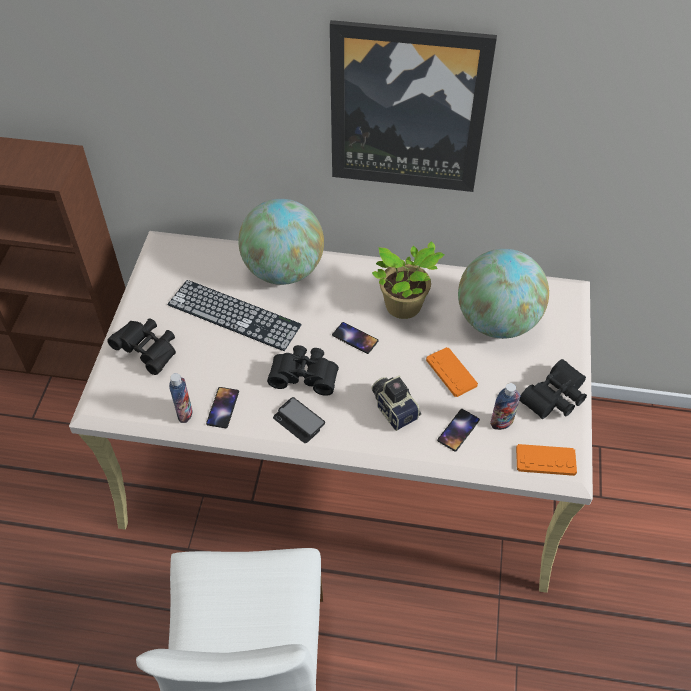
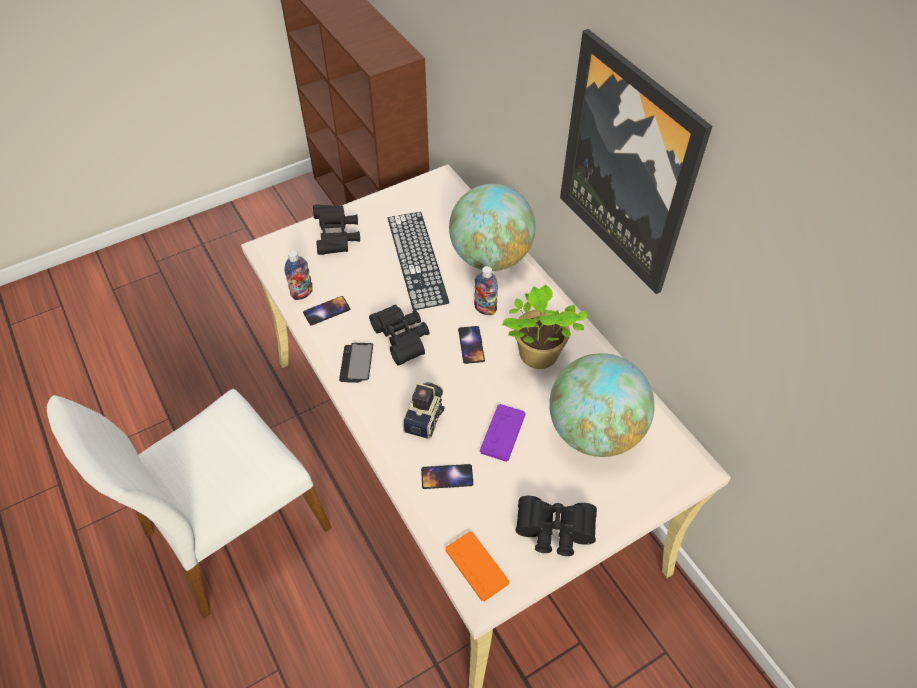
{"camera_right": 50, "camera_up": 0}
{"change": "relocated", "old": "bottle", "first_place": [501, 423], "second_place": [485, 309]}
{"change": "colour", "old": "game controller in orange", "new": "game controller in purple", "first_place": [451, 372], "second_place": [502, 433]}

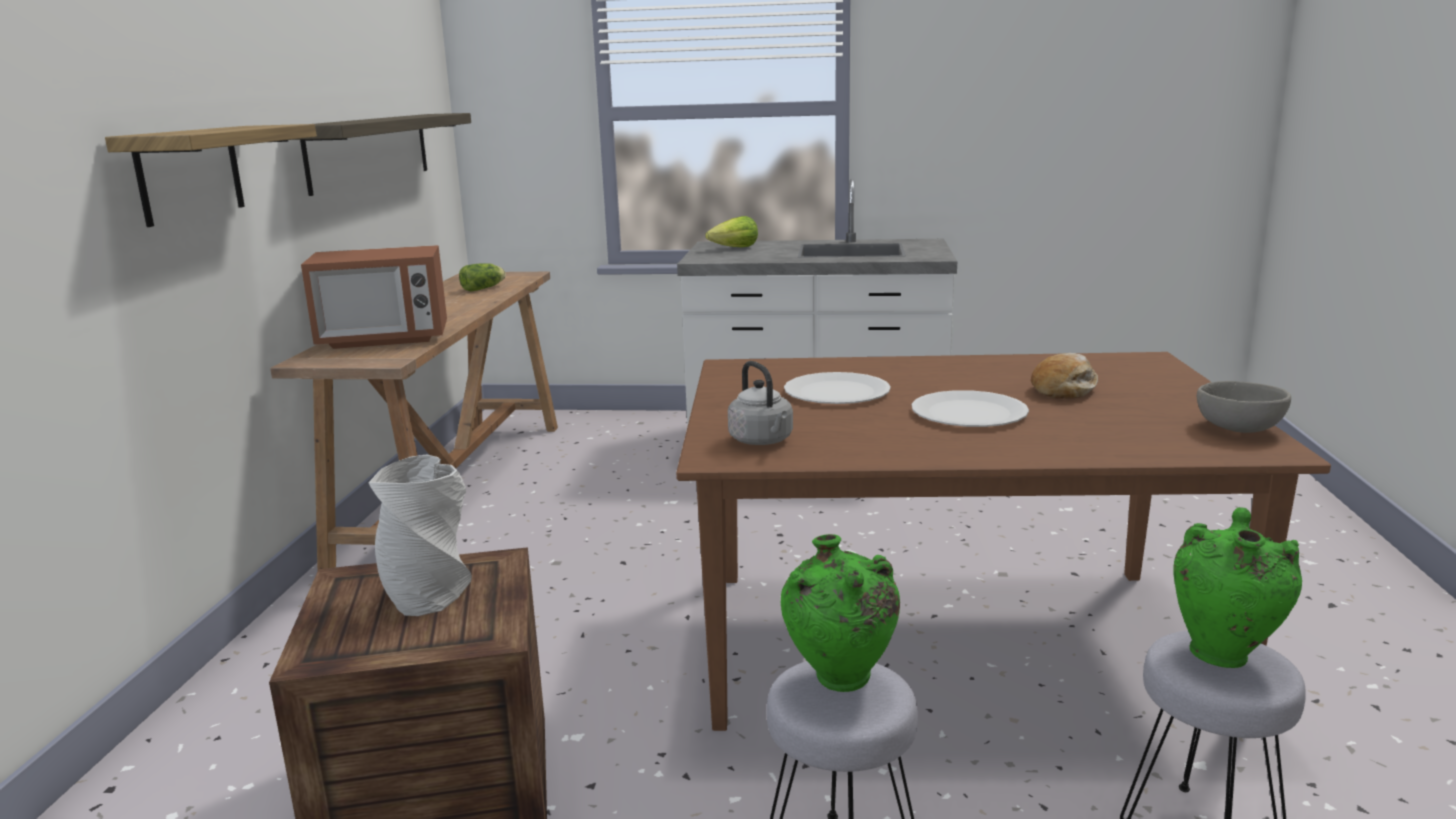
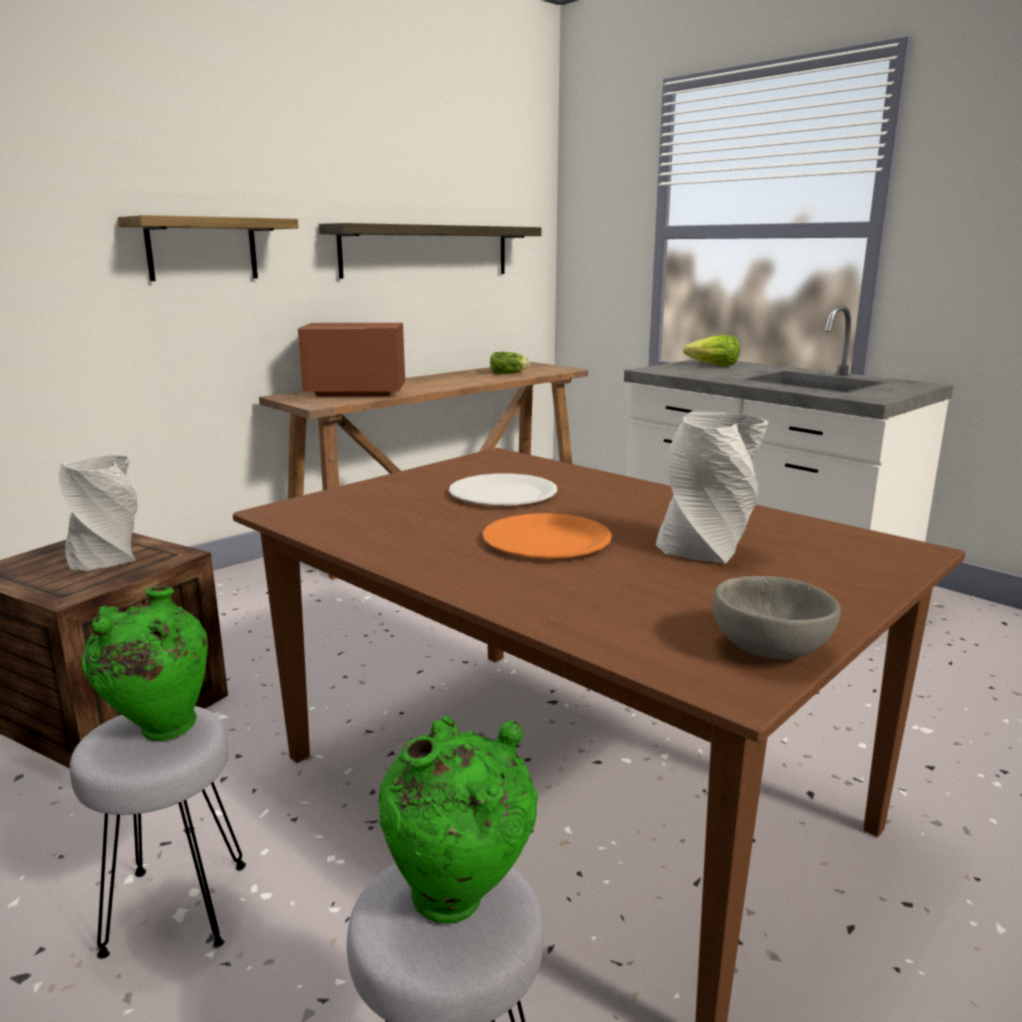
{"camera_right": 40, "camera_up": 0}
{"change": "missing", "old": "kettle in grey", "first_place": [762, 441]}
{"change": "exchanged", "old": "bread", "new": "vase in grey", "first_place": [1064, 389], "second_place": [706, 549]}
{"change": "colour", "old": "plate in white", "new": "plate in orange", "first_place": [968, 413], "second_place": [546, 540]}
{"change": "spun", "old": "microwave", "first_place": [384, 339], "second_place": [356, 392], "degrees": 150}

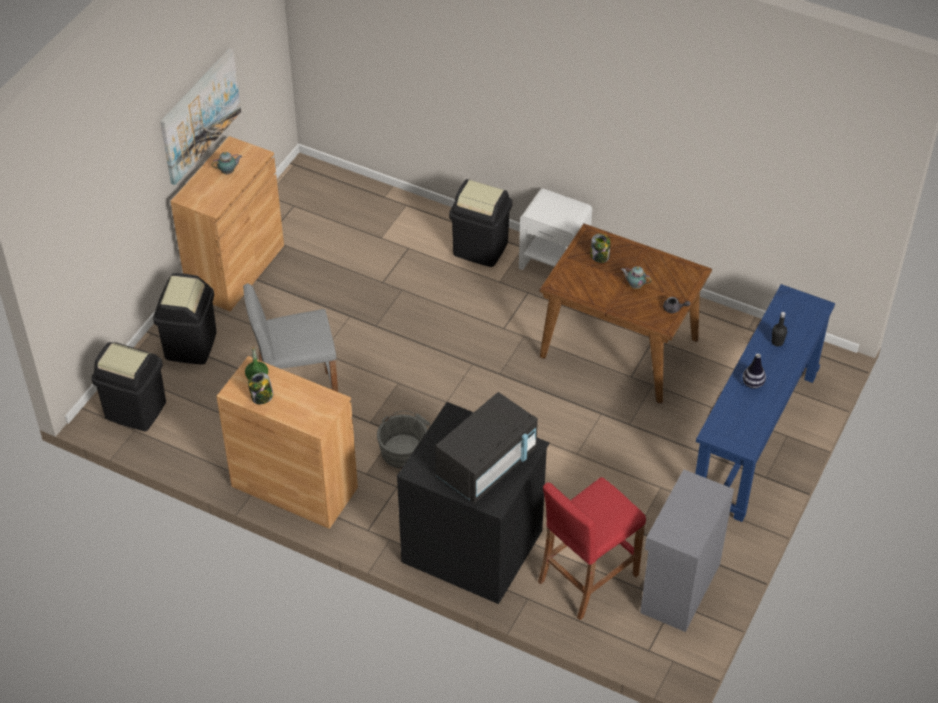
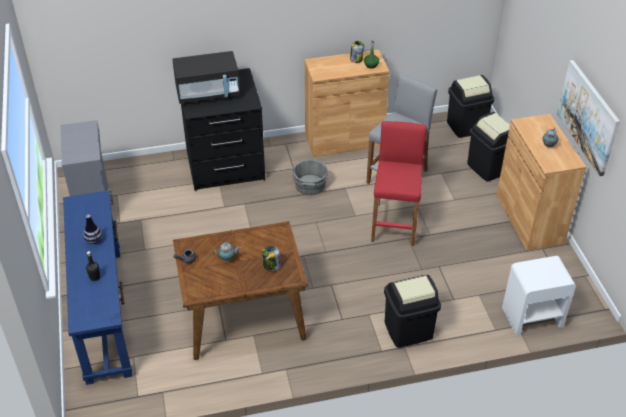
{"camera_right": 140, "camera_up": -5}
{"change": "relocated", "old": "nightstand in white", "first_place": [554, 264], "second_place": [531, 317]}
{"change": "relocated", "old": "stool in red", "first_place": [587, 578], "second_place": [395, 224]}
{"change": "spun", "old": "microwave in black", "first_place": [486, 465], "second_place": [208, 93], "degrees": -105}

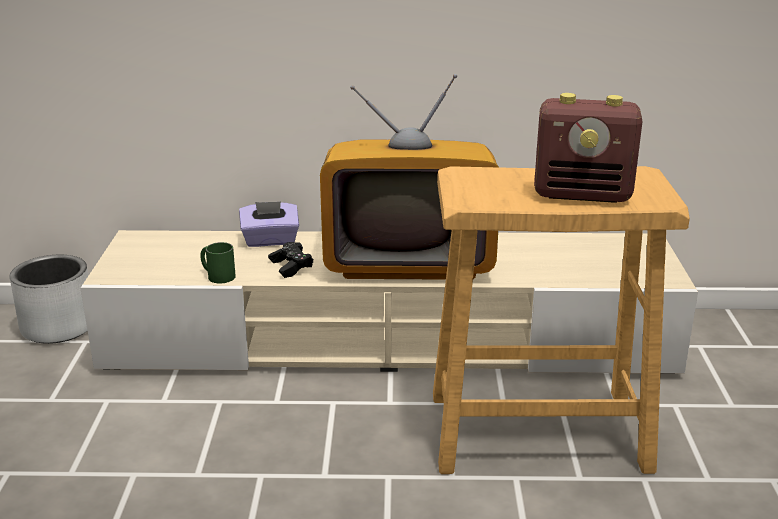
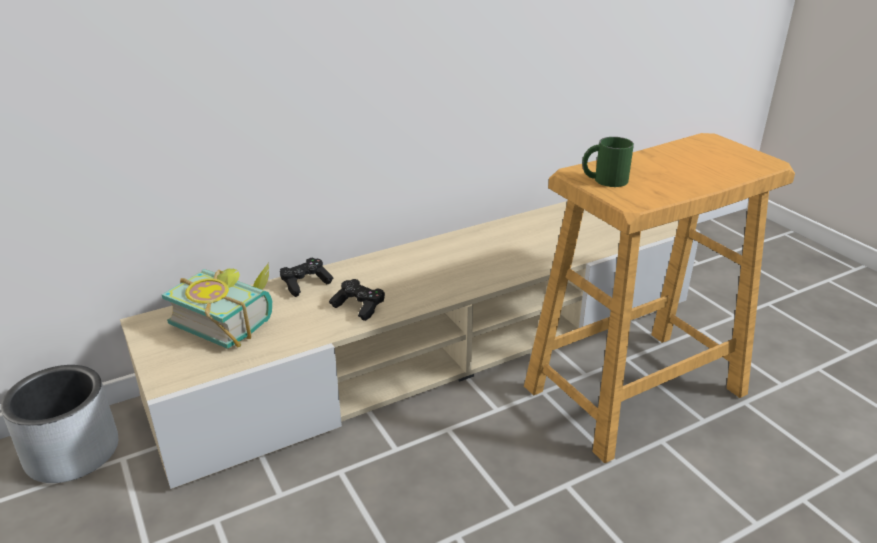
{"camera_right": -30, "camera_up": 5}
{"change": "missing", "old": "television", "first_place": [409, 258]}
{"change": "missing", "old": "radio", "first_place": [583, 195]}
{"change": "appeared", "new": "book", "second_place": [229, 319]}
{"change": "relocated", "old": "mug in green", "first_place": [217, 275], "second_place": [604, 180]}
{"change": "exchanged", "old": "tissue box in purple", "new": "game controller in black", "first_place": [270, 241], "second_place": [306, 284]}

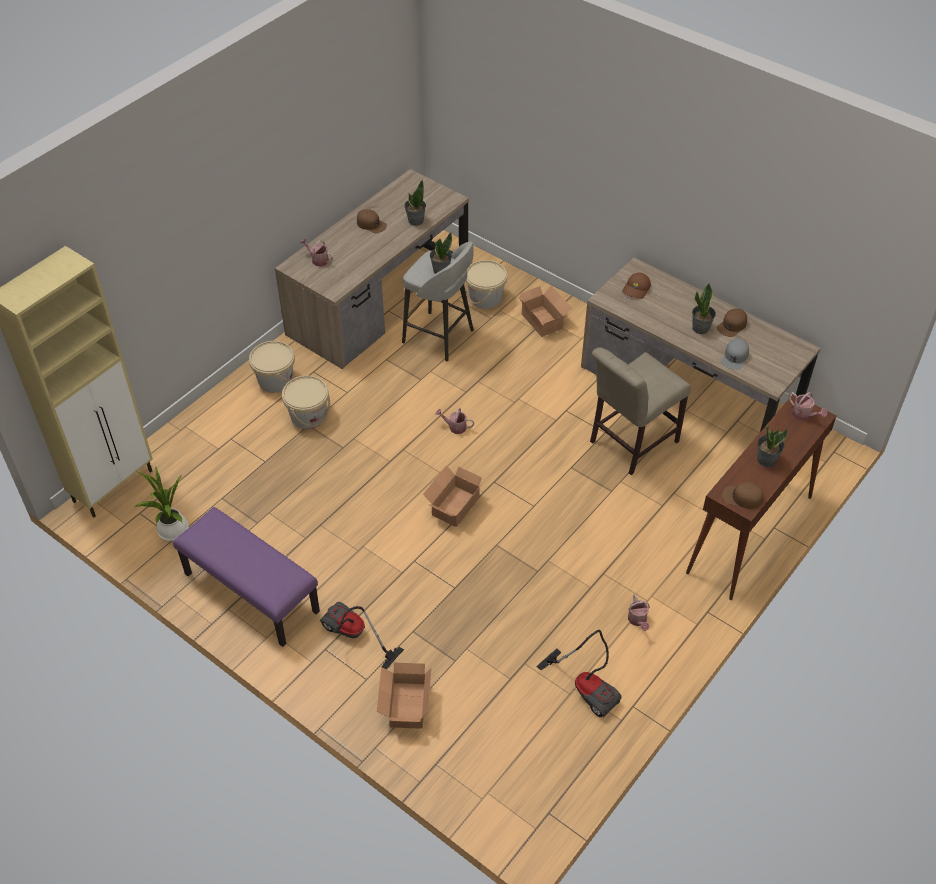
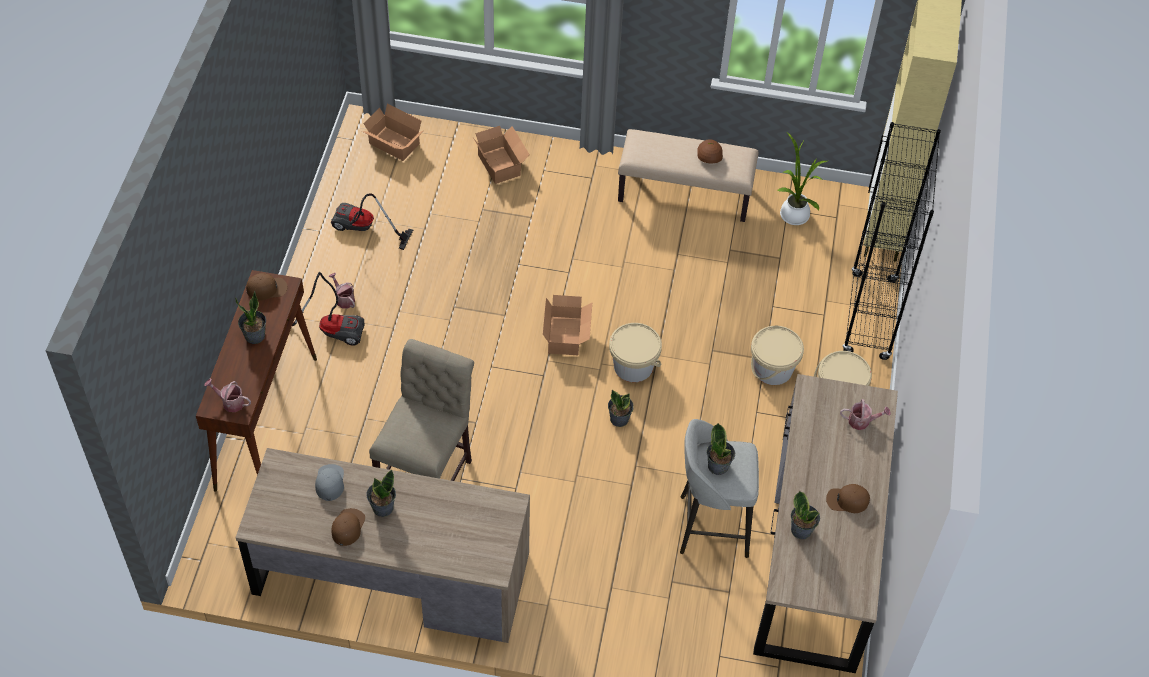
{"camera_right": 150, "camera_up": 5}
{"change": "appeared", "new": "bookcase in black", "second_place": [869, 317]}
{"change": "relocated", "old": "vacuum cleaner", "first_place": [352, 636], "second_place": [331, 330]}
{"change": "relocated", "old": "bucket in beige", "first_place": [485, 298], "second_place": [633, 366]}
{"change": "relocated", "old": "cardboard box", "first_place": [543, 320], "second_place": [394, 145]}
{"change": "relocated", "old": "cap in brown", "first_place": [636, 289], "second_place": [709, 154]}
{"change": "exchanged", "old": "watering can", "new": "potted plant", "first_place": [455, 427], "second_place": [619, 418]}
{"change": "colour", "old": "bench in purple", "new": "bench in beige", "first_place": [250, 593], "second_place": [685, 193]}

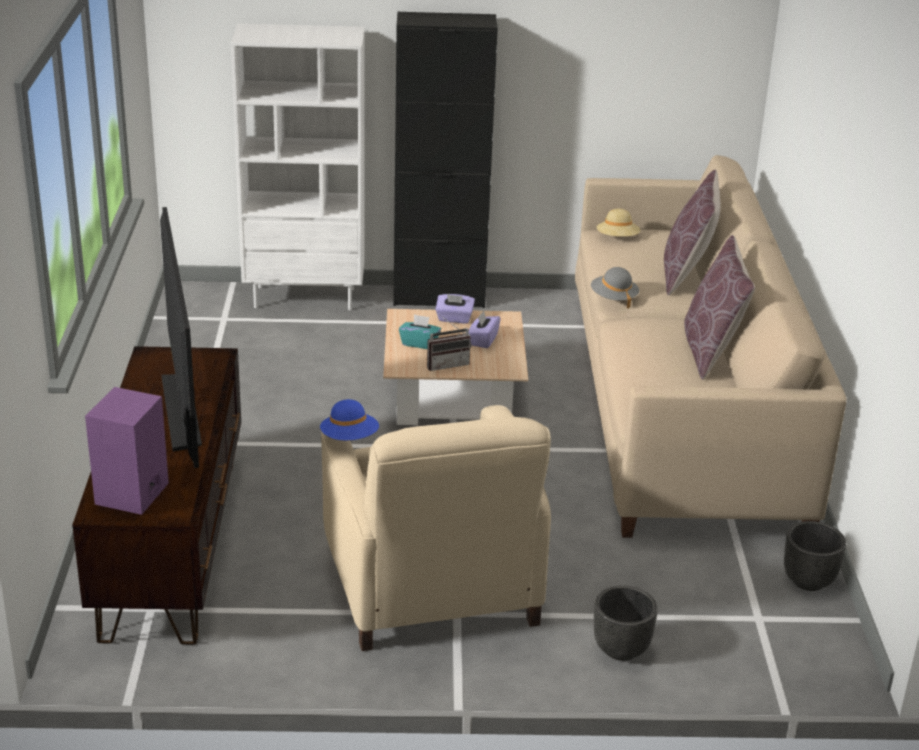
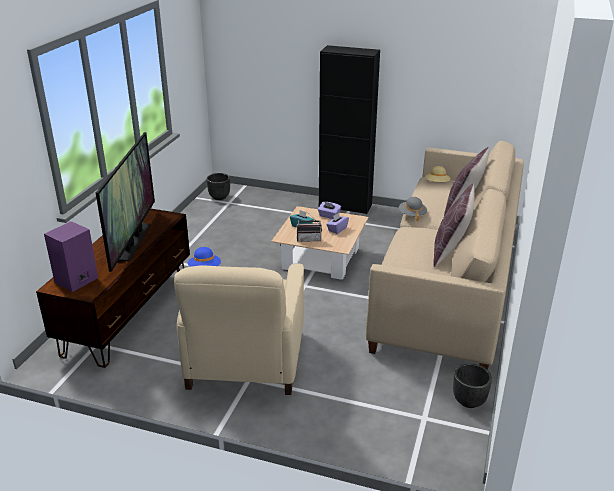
{"camera_right": 20, "camera_up": 0}
{"change": "missing", "old": "bookcase in white", "first_place": [305, 297]}
{"change": "relocated", "old": "planter in black", "first_place": [620, 648], "second_place": [219, 197]}

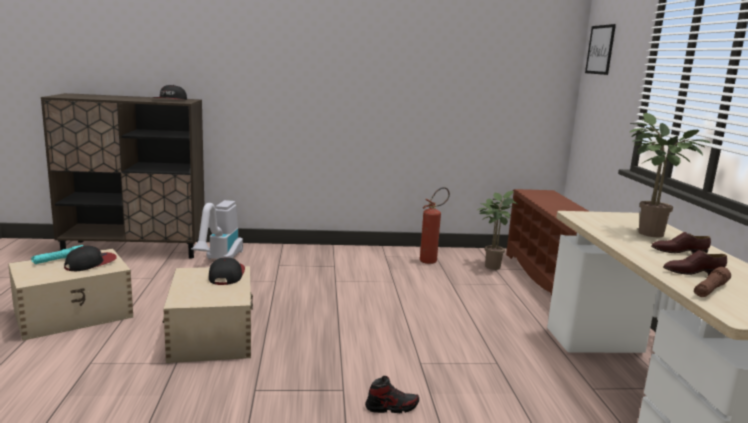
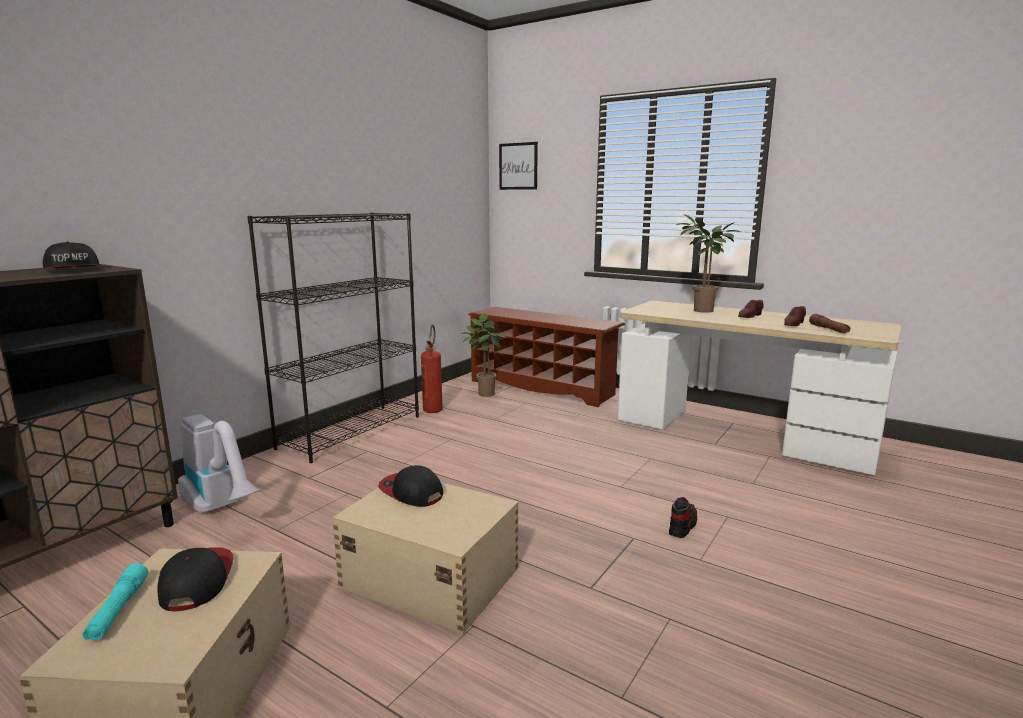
{"camera_right": -50, "camera_up": 0}
{"change": "appeared", "new": "bookcase in black", "second_place": [351, 431]}

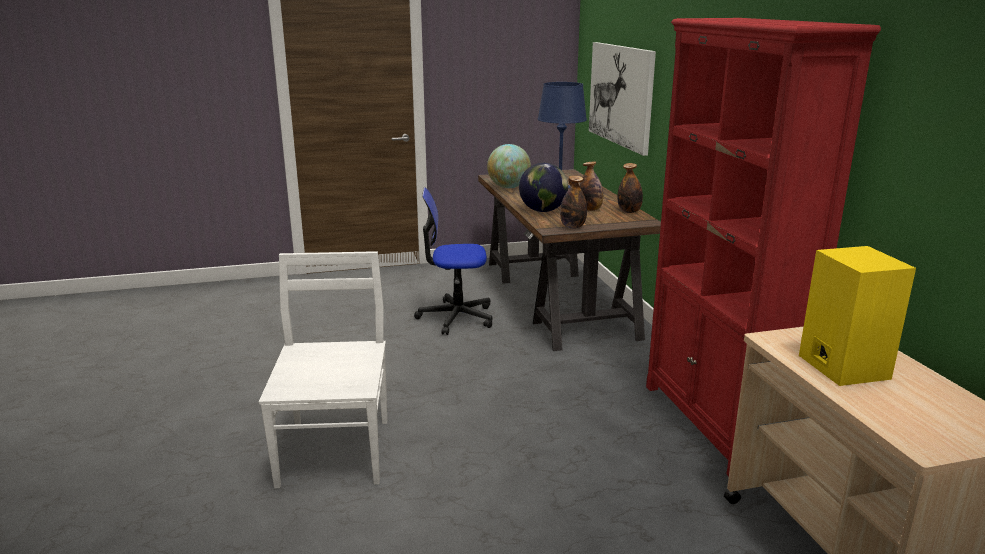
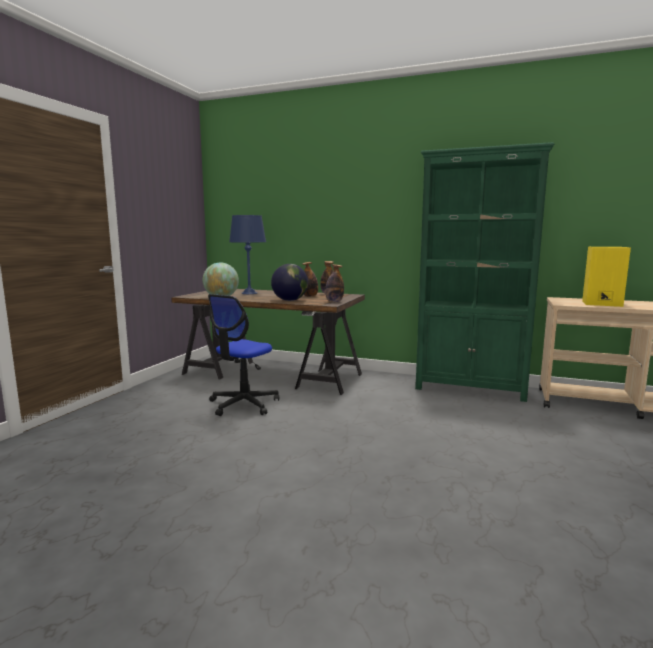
{"camera_right": -55, "camera_up": -10}
{"change": "missing", "old": "chair in white", "first_place": [336, 449]}
{"change": "missing", "old": "picture", "first_place": [621, 95]}
{"change": "colour", "old": "bookcase in red", "new": "bookcase in green", "first_place": [715, 425], "second_place": [470, 389]}

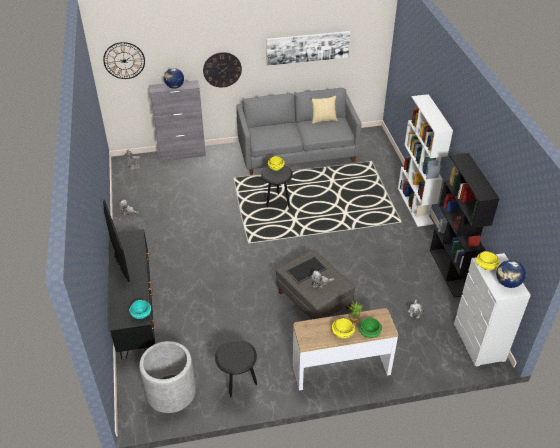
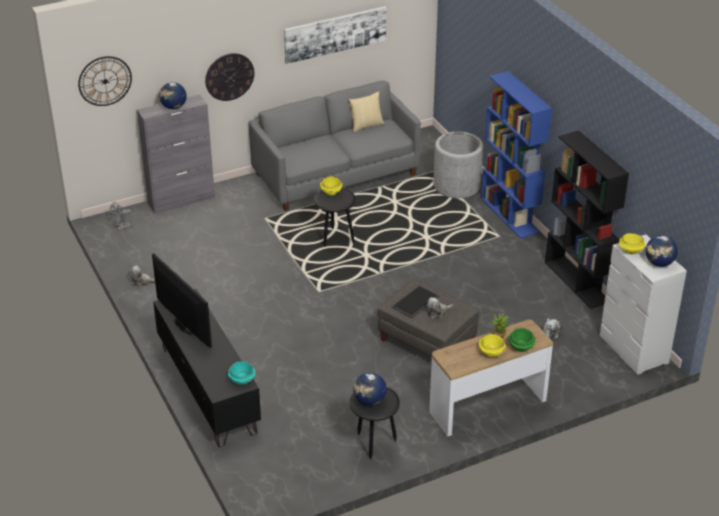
{"camera_right": -15, "camera_up": -5}
{"change": "appeared", "new": "globe", "second_place": [369, 401]}
{"change": "relocated", "old": "planter in grey", "first_place": [171, 392], "second_place": [457, 185]}
{"change": "colour", "old": "bookcase in white", "new": "bookcase in blue", "first_place": [415, 206], "second_place": [510, 215]}

